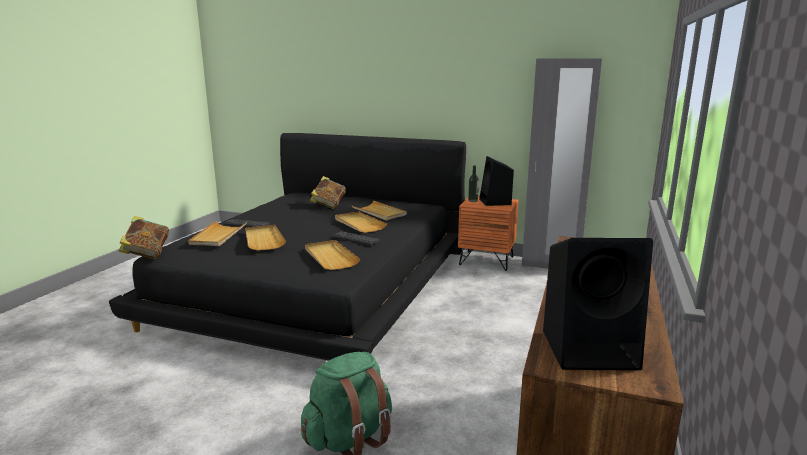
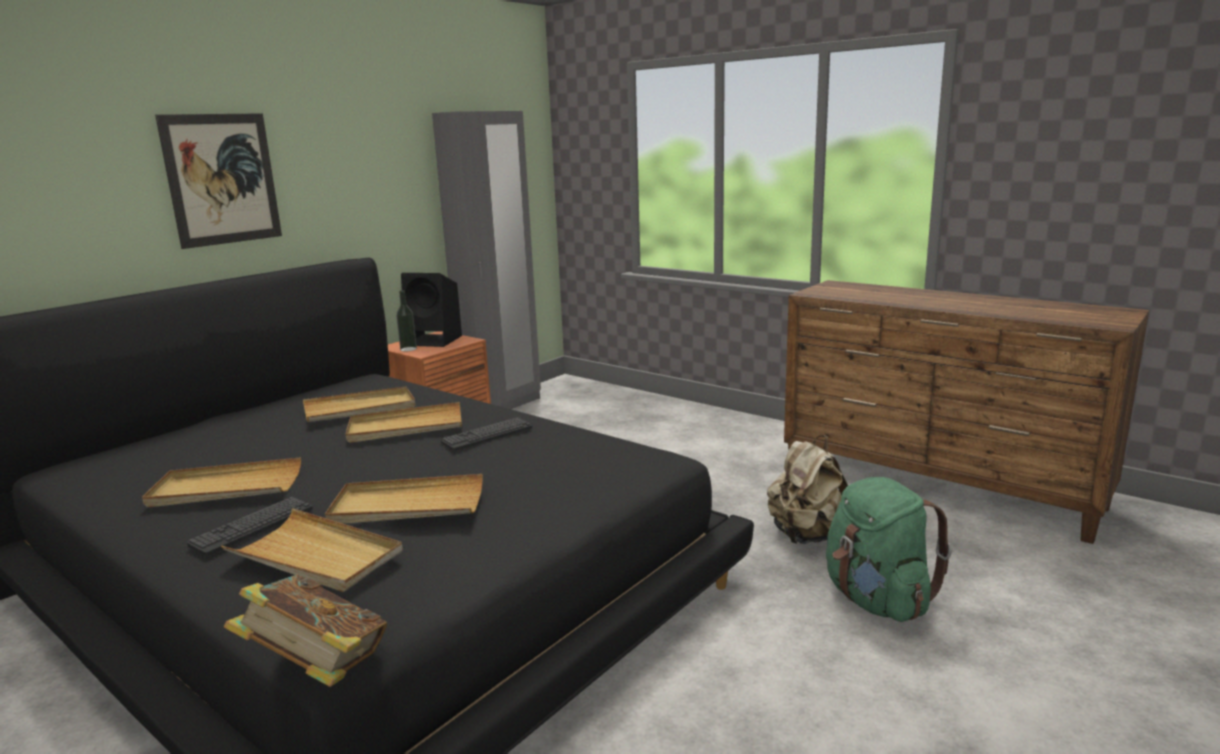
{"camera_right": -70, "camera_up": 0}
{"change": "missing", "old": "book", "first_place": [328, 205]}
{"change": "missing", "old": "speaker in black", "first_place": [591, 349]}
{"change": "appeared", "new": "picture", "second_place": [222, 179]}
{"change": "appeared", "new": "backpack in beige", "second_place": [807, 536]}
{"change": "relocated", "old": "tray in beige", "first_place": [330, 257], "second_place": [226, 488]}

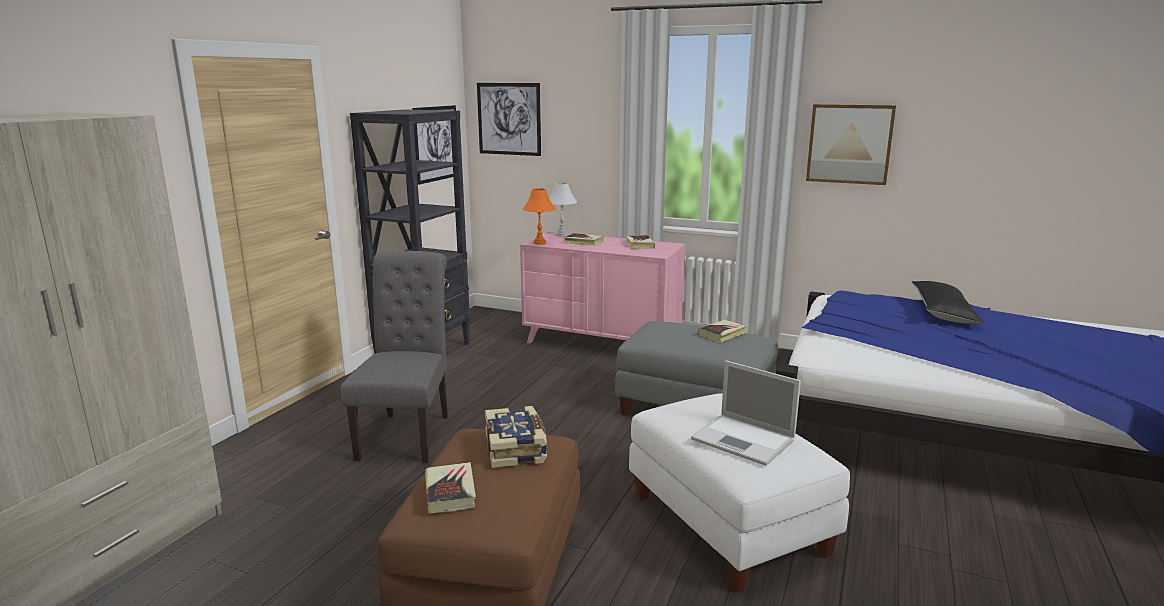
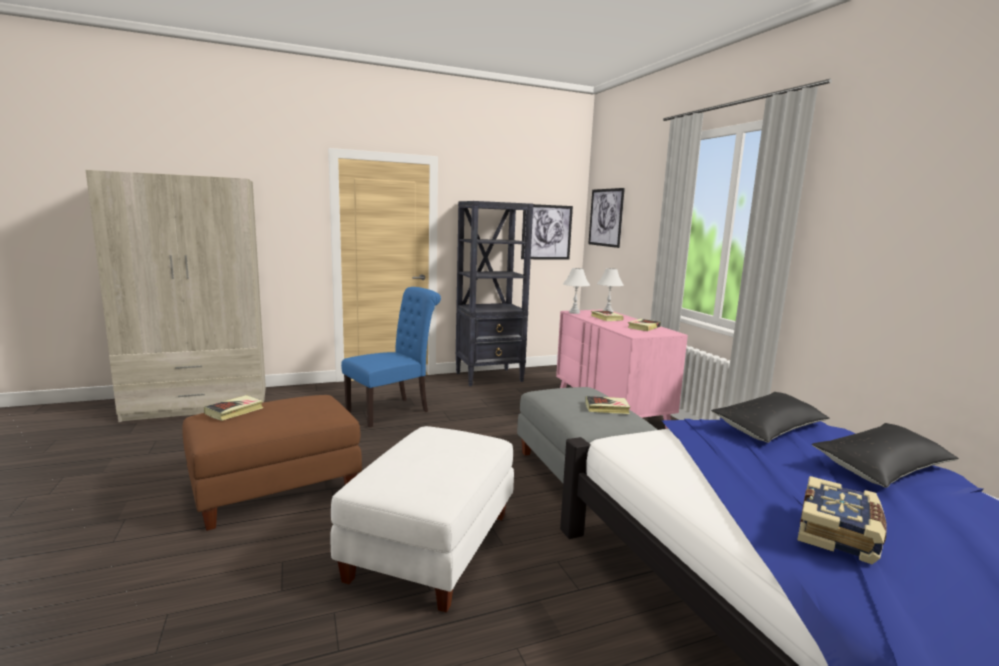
{"camera_right": 45, "camera_up": -5}
{"change": "missing", "old": "laptop", "first_place": [745, 440]}
{"change": "missing", "old": "picture", "first_place": [849, 144]}
{"change": "appeared", "new": "pillow in black", "second_place": [769, 428]}
{"change": "relocated", "old": "book", "first_place": [517, 448], "second_place": [839, 533]}
{"change": "colour", "old": "chair in grey", "new": "chair in blue", "first_place": [408, 433], "second_place": [392, 411]}
{"change": "colour", "old": "table lamp in orange", "new": "table lamp in white", "first_place": [539, 243], "second_place": [574, 312]}

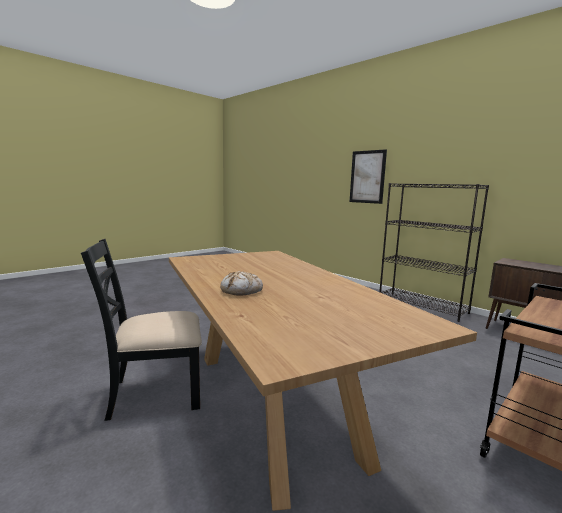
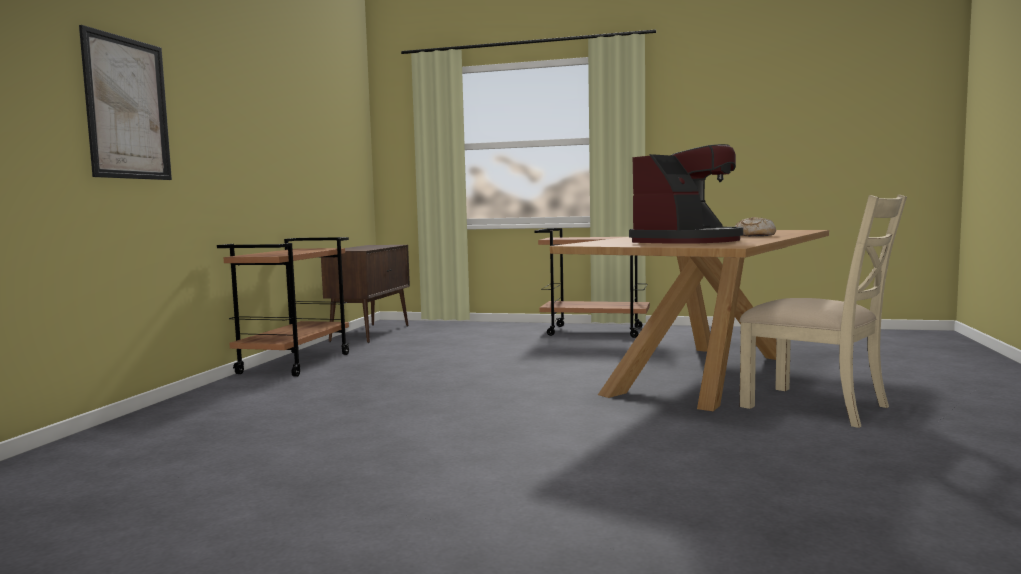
{"camera_right": -120, "camera_up": -5}
{"change": "appeared", "new": "coffee machine", "second_place": [688, 241]}
{"change": "exchanged", "old": "bookcase in black", "new": "cart in brown", "first_place": [422, 306], "second_place": [295, 363]}
{"change": "colour", "old": "chair in black", "new": "chair in beige", "first_place": [155, 393], "second_place": [816, 406]}

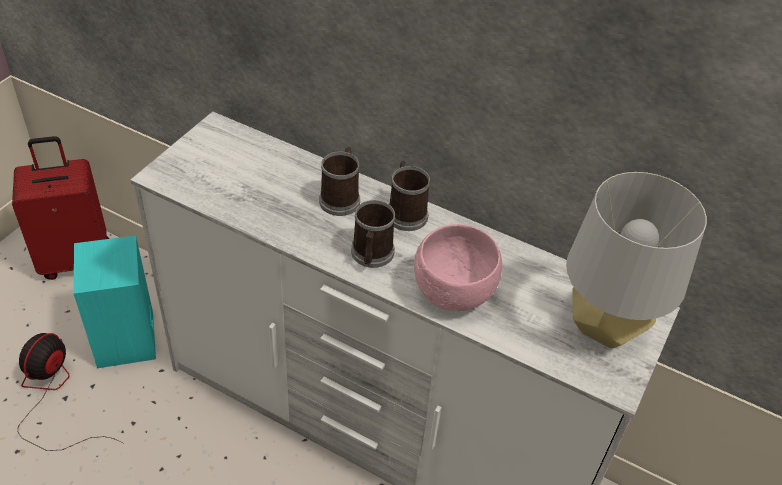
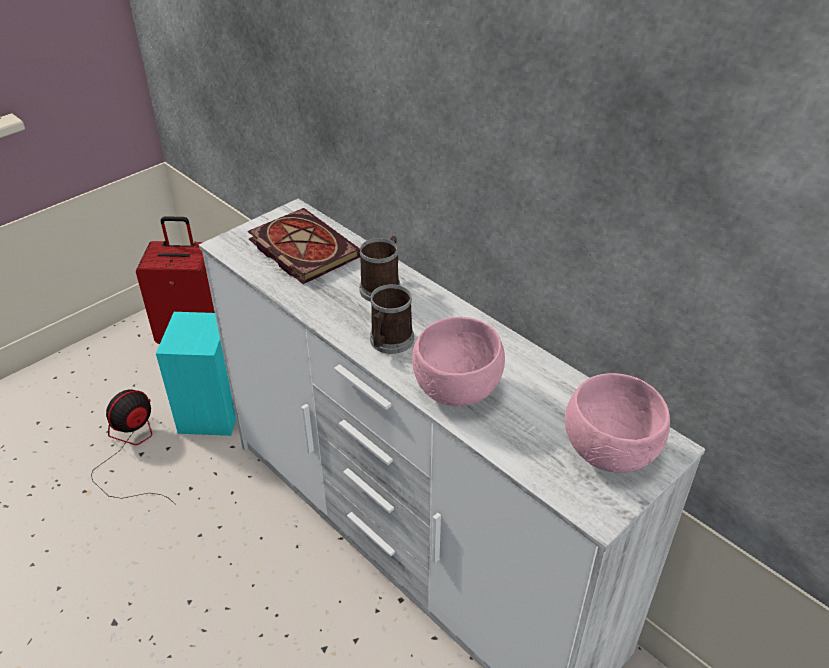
{"camera_right": 20, "camera_up": -5}
{"change": "missing", "old": "mug", "first_place": [405, 212]}
{"change": "appeared", "new": "book", "second_place": [300, 248]}
{"change": "exchanged", "old": "table lamp in grey", "new": "bowl in pink", "first_place": [605, 327], "second_place": [608, 453]}

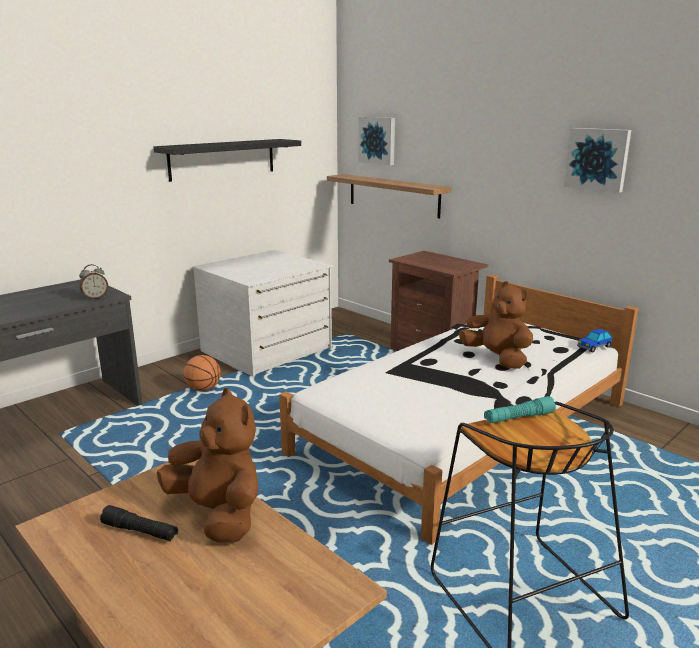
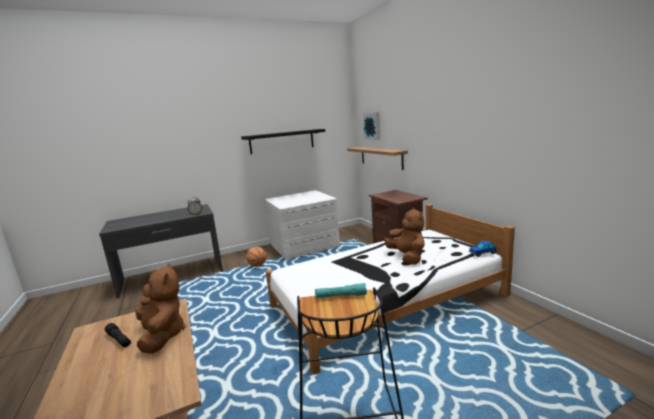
{"camera_right": 20, "camera_up": -5}
{"change": "missing", "old": "picture", "first_place": [597, 159]}

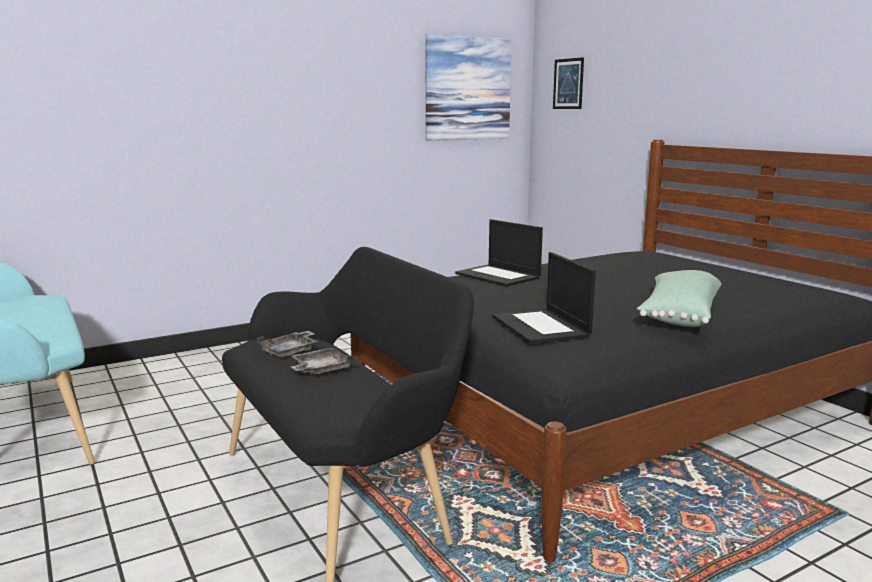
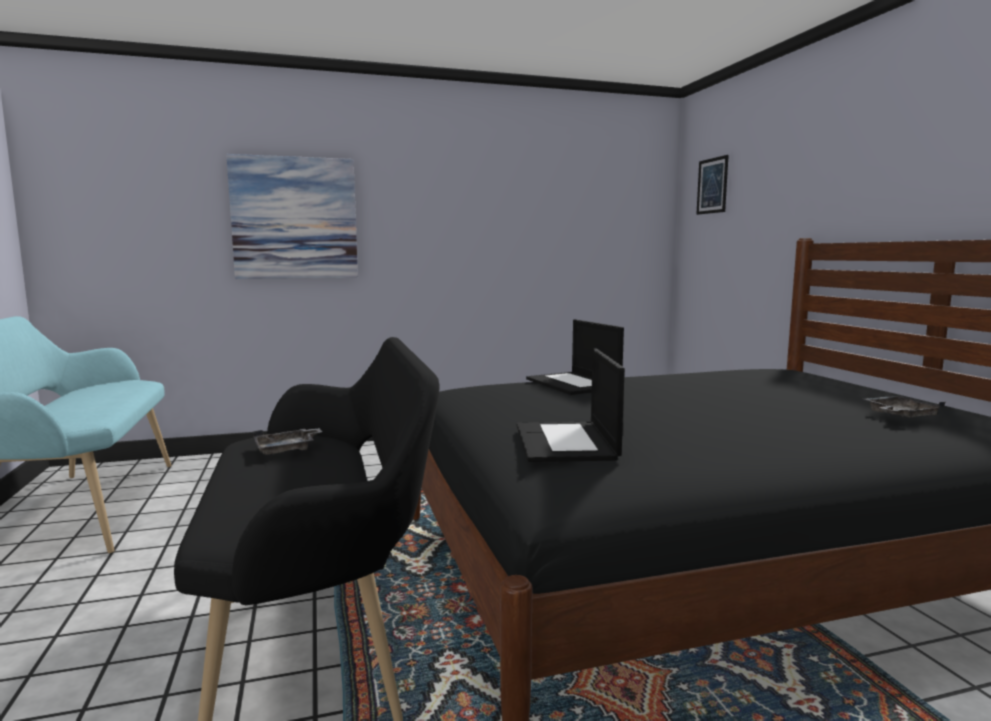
{"camera_right": 15, "camera_up": -5}
{"change": "missing", "old": "pillow in green", "first_place": [678, 315]}
{"change": "relocated", "old": "tray in grey", "first_place": [320, 369], "second_place": [899, 416]}
{"change": "relocated", "old": "picture", "first_place": [468, 89], "second_place": [295, 218]}

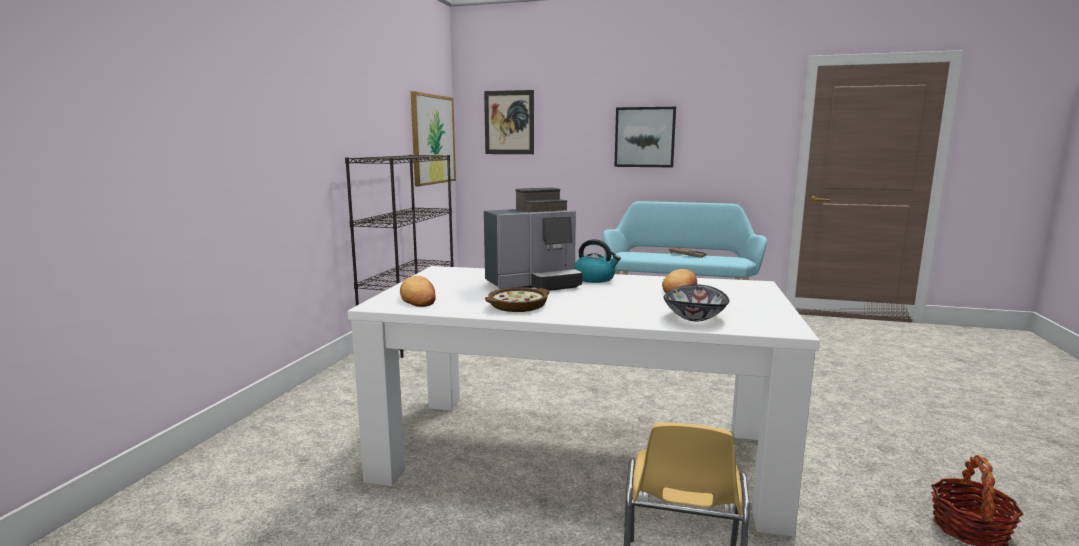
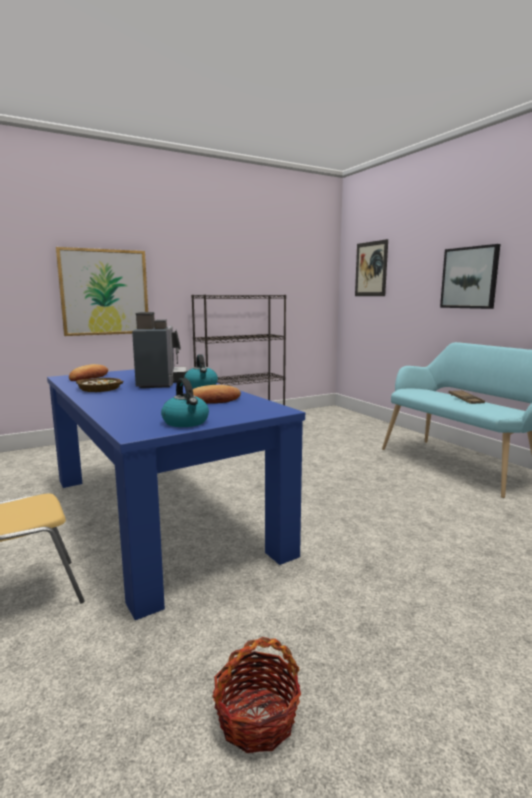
{"camera_right": 45, "camera_up": 0}
{"change": "missing", "old": "bowl", "first_place": [694, 317]}
{"change": "appeared", "new": "kettle", "second_place": [186, 422]}
{"change": "relocated", "old": "picture", "first_place": [433, 139], "second_place": [104, 292]}
{"change": "colour", "old": "dining table in white", "new": "dining table in blue", "first_place": [578, 453], "second_place": [159, 513]}
{"change": "spun", "old": "coffee machine", "first_place": [535, 284], "second_place": [161, 382], "degrees": -120}

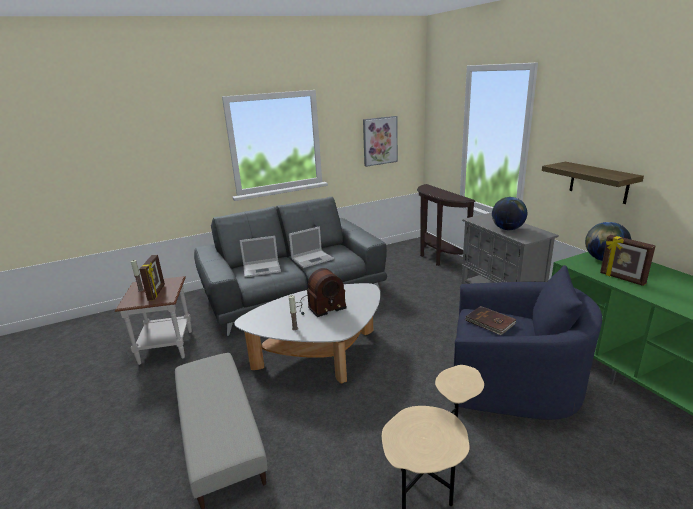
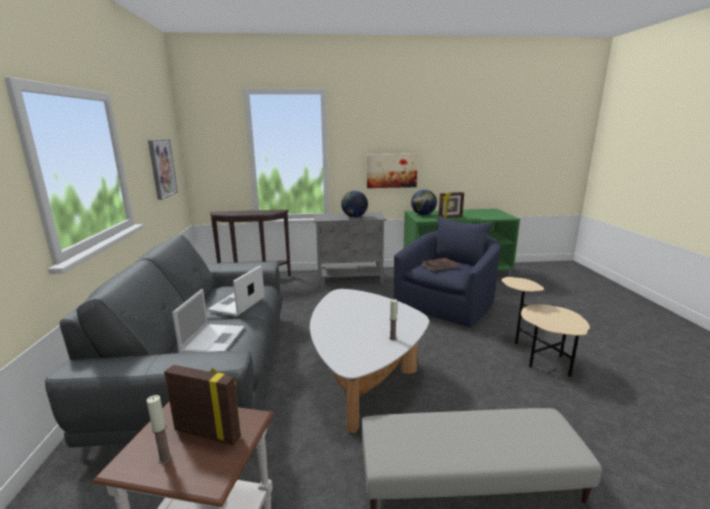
{"camera_right": -70, "camera_up": -5}
{"change": "missing", "old": "radio", "first_place": [318, 306]}
{"change": "exchanged", "old": "shelf", "new": "picture", "first_place": [598, 182], "second_place": [391, 170]}
{"change": "spun", "old": "laptop", "first_place": [313, 259], "second_place": [236, 305], "degrees": -150}

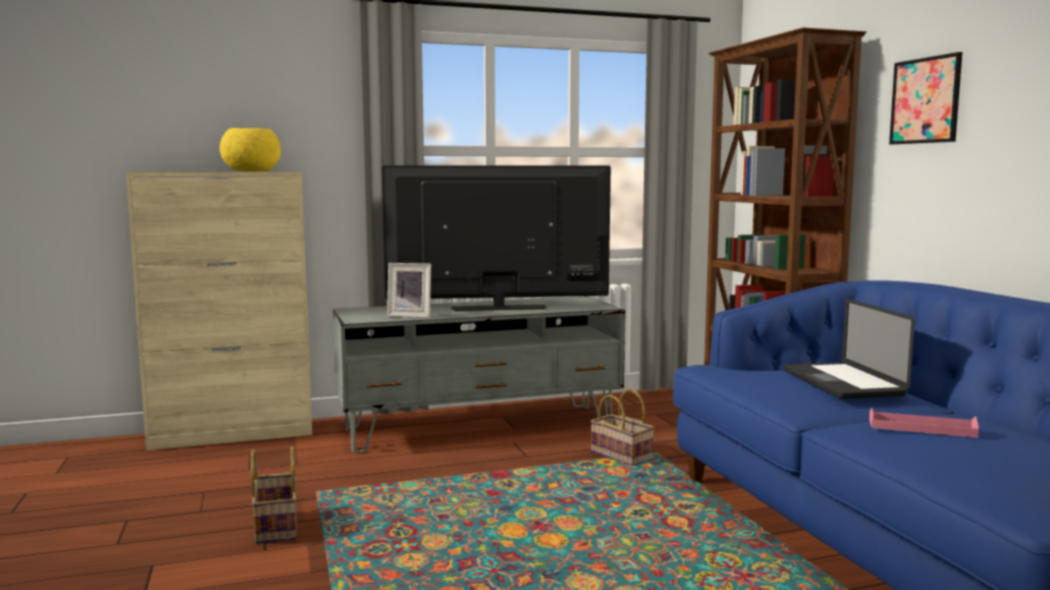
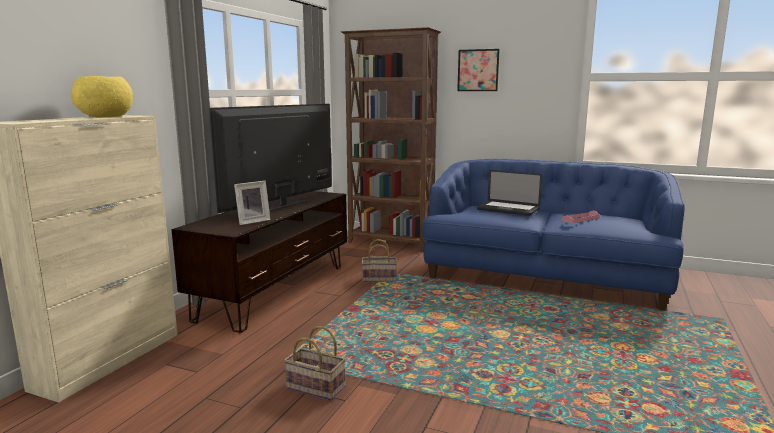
{"camera_right": -50, "camera_up": 5}
{"change": "colour", "old": "tv stand in grey", "new": "tv stand in brown", "first_place": [480, 428], "second_place": [276, 291]}

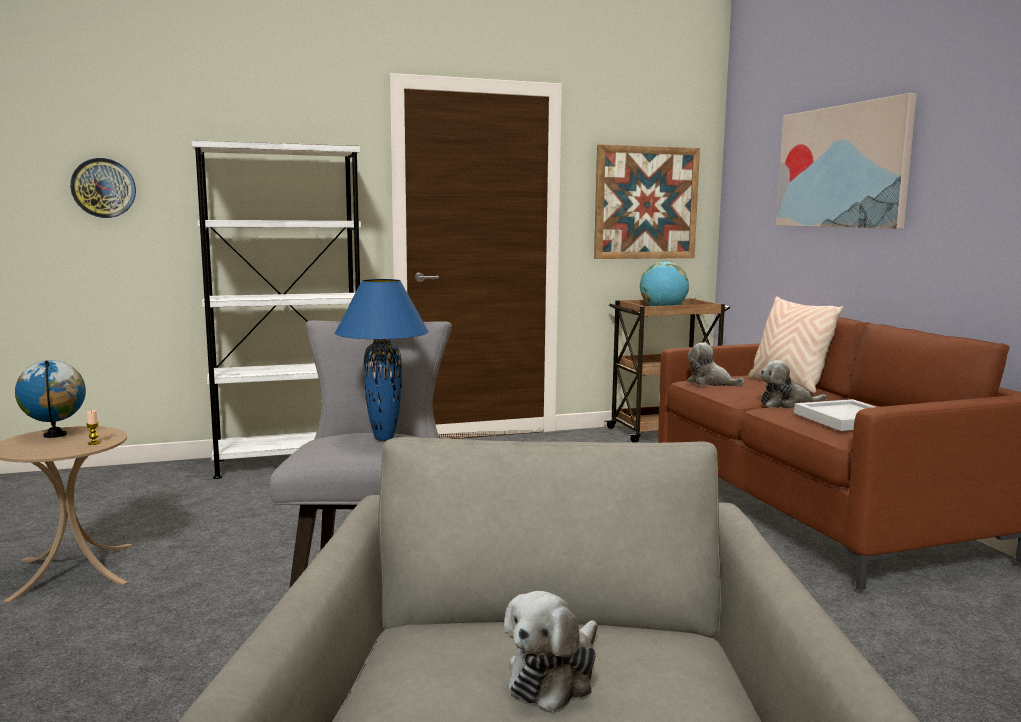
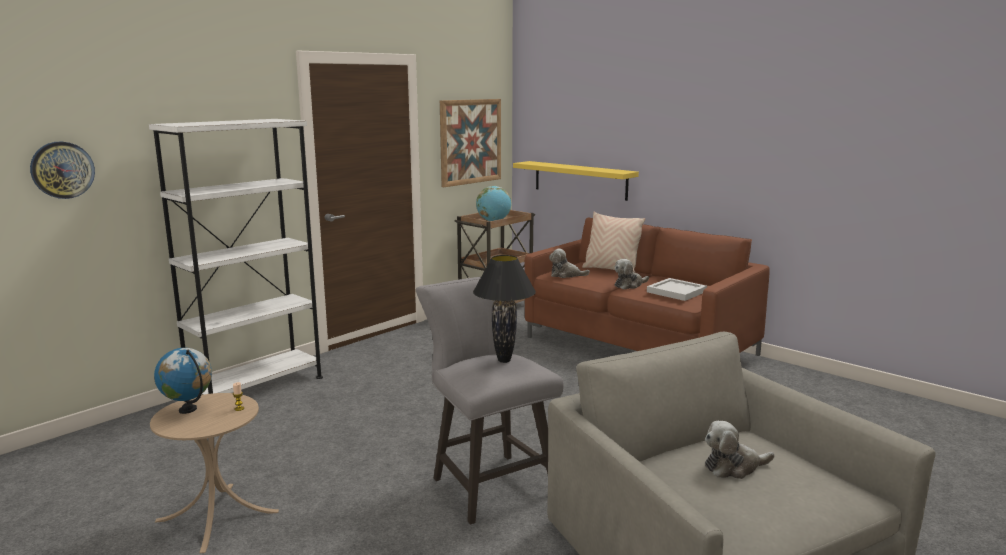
{"camera_right": -30, "camera_up": 5}
{"change": "missing", "old": "picture", "first_place": [842, 167]}
{"change": "appeared", "new": "shelf in yellow", "second_place": [580, 180]}
{"change": "colour", "old": "table lamp in blue", "new": "table lamp in black", "first_place": [385, 438], "second_place": [504, 360]}
{"change": "spun", "old": "plush toy", "first_place": [554, 676], "second_place": [733, 467], "degrees": 75}

